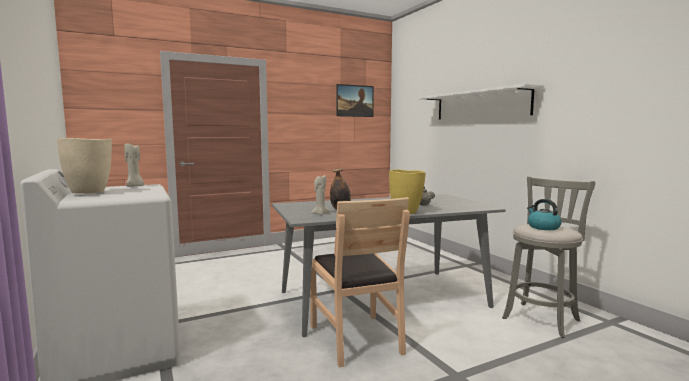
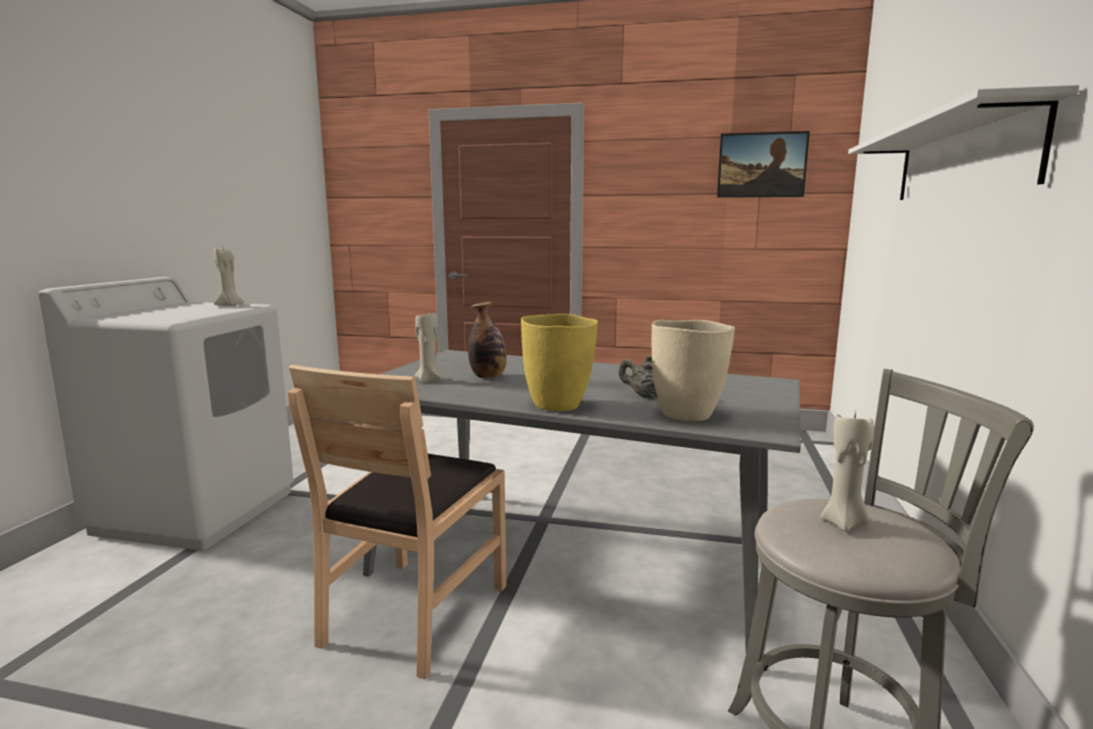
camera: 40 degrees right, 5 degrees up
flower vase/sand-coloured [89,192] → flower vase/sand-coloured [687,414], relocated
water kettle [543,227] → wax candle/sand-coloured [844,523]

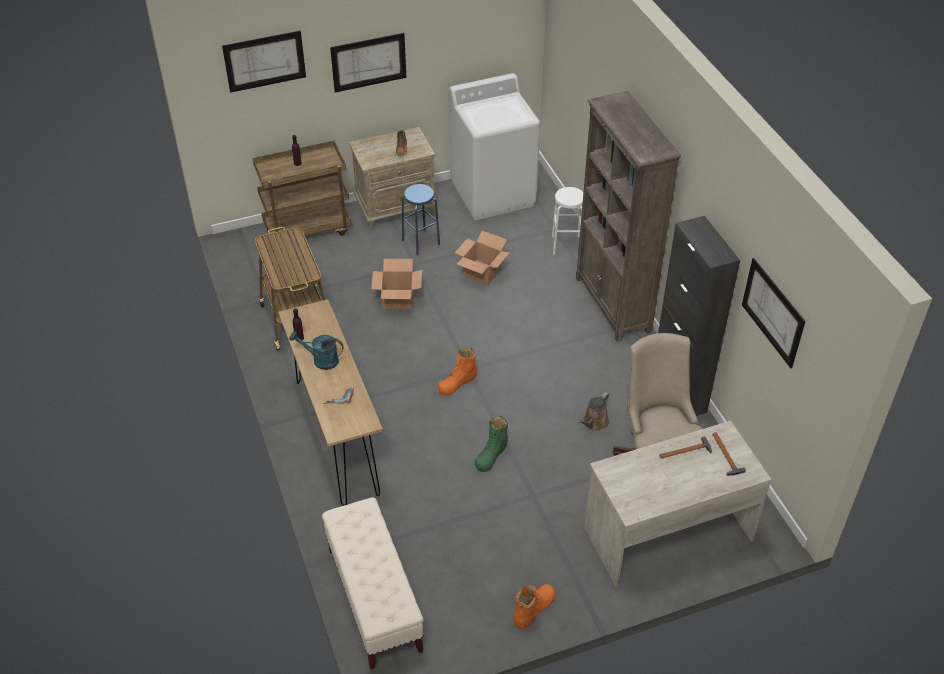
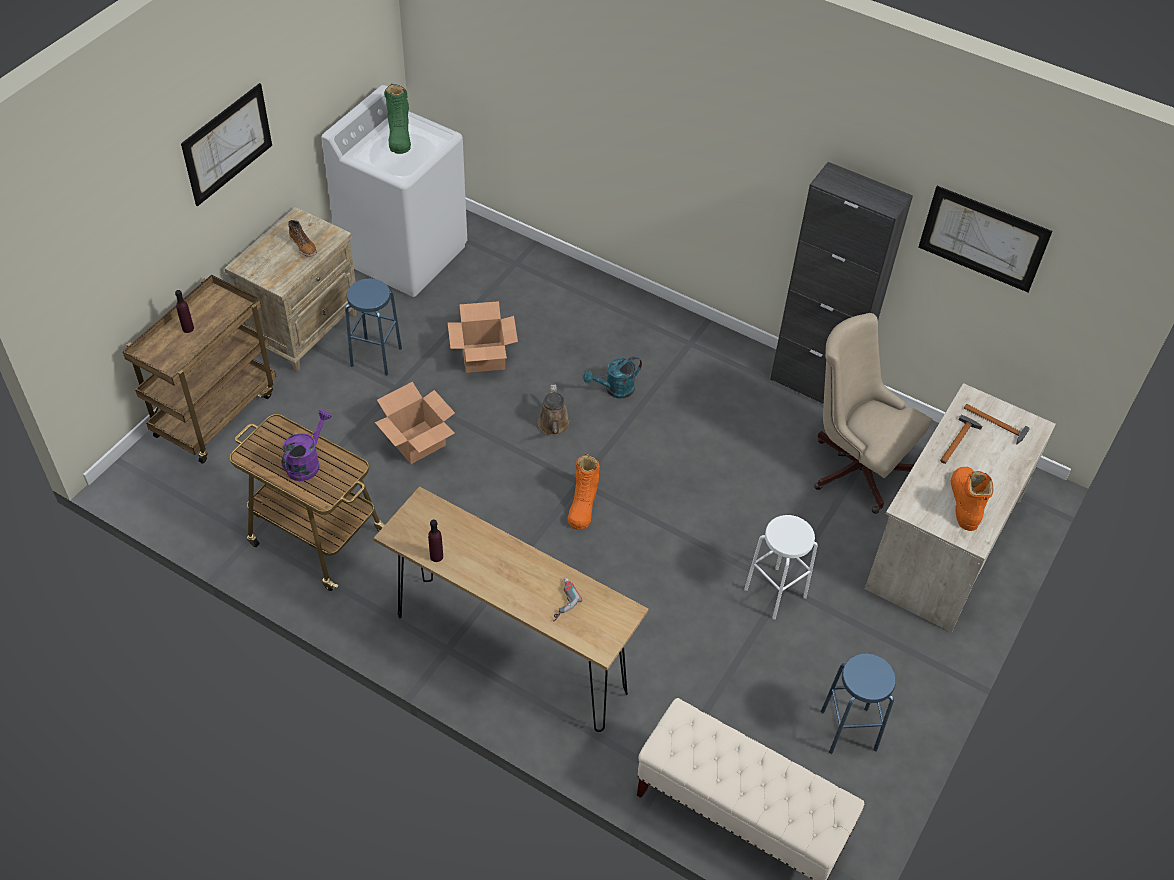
camera: 40 degrees left, 5 degrees up
wall art [264,61] → -
sprinkling can/blue-green [321,360] → sprinkling can/blue-green [614,390], relocated
boot/green-coloured [491,454] → boot/green-coloured [399,135], relocated
boot/orange [533,609] → boot/orange [965,502], relocated
stool seat/white-coloured [566,245] → stool seat/white-coloured [775,593], relocated
bookshelf/brownish [613,305] → -
sprinkling can/brownish [594,423] → sprinkling can/brownish [554,426], relocated
- → sprinkling can/purple [307,462]
- → stool seat/bluish [848,730]

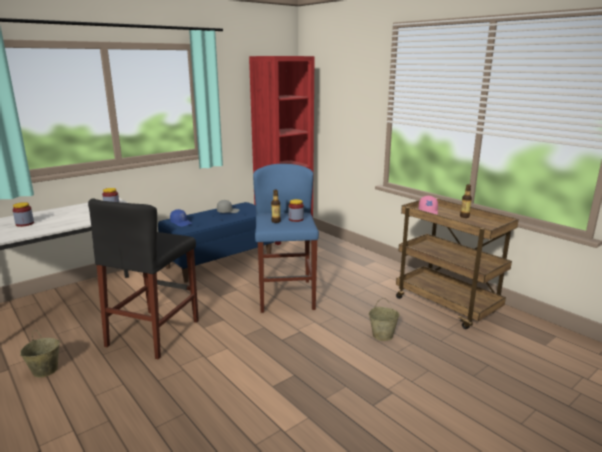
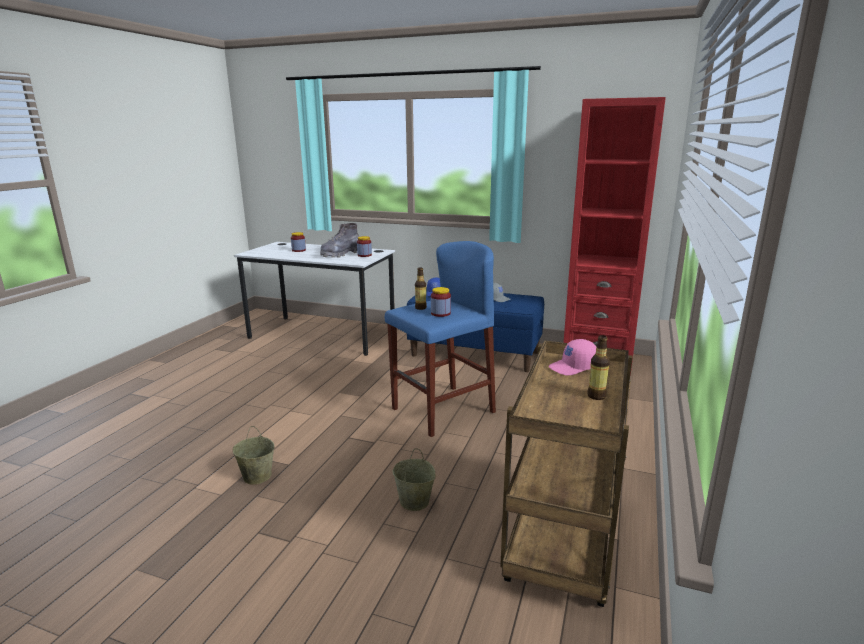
camera: 60 degrees right, 0 degrees up
pail/sand-coloured [44,370] → pail/sand-coloured [256,476], relocated
stool seat/black-coloured [154,333] → -
- → boot/gray [340,254]

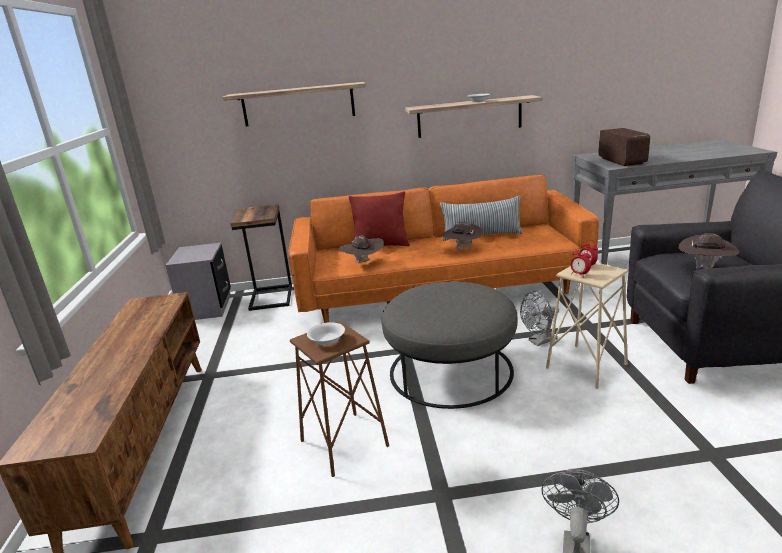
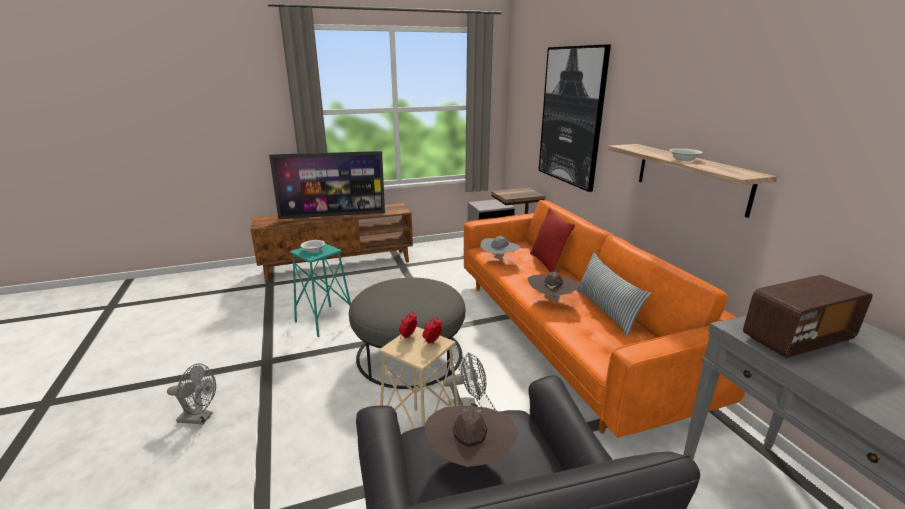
camera: 75 degrees right, 0 degrees up
wall shelf [298,104] → wall art [571,116]
stool seat/brownish [344,443] → stool seat/blue-green [324,321]
hat/brownish [363,263] → hat/gray [499,260]
fan/gray [539,341] → fan/gray [467,405], 120 degrees clockwise
- → TV [333,215]

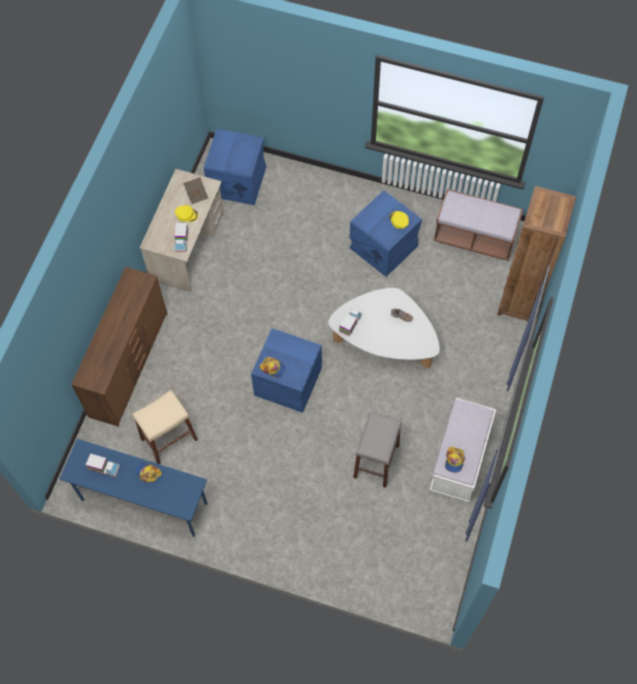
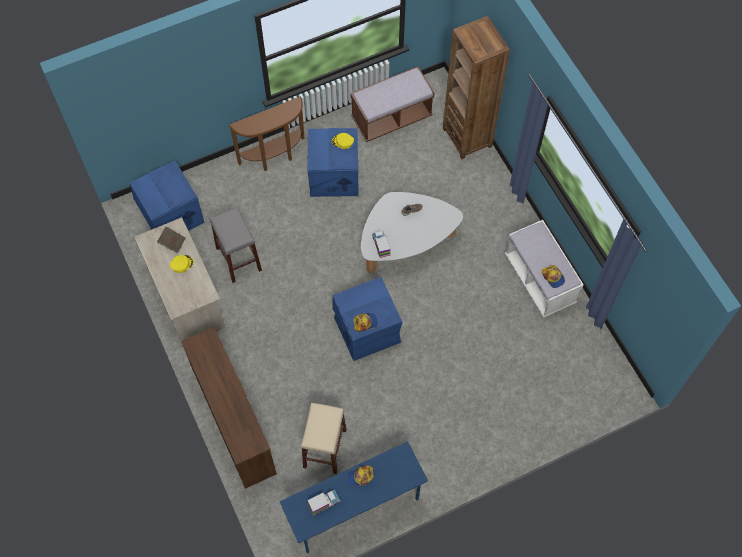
camera: 45 degrees left, 0 degrees up
model truck [181,240] → -
stool seat/gray [376,461] → stool seat/gray [238,259], relocated
- → console table/brownish [274,157]

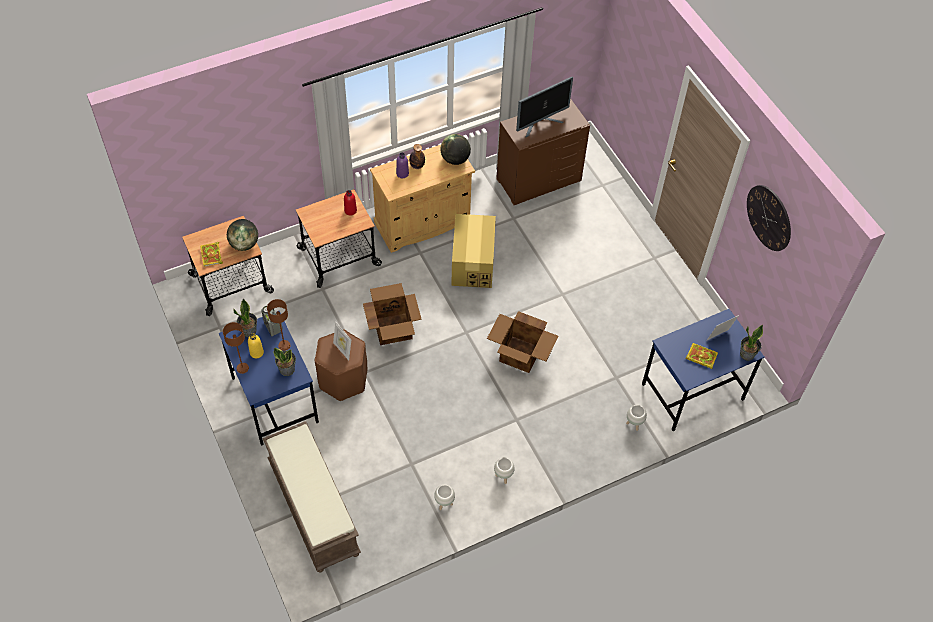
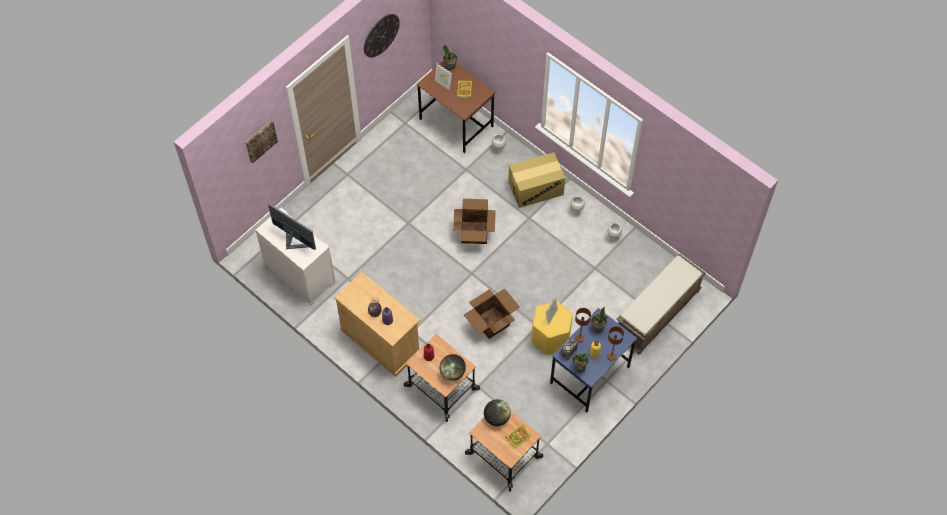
camera: 110 degrees left, 5 degrees up
stool seat/brownish [343,379] → stool seat/yellow-coloured [550,337]
desk globe [455,159] → desk globe [452,372], relocated
packing box [473,262] → packing box [535,188], relocated
dresser/brownish [538,179] → dresser/white-coloured [299,274]
desk table/bluish [692,392] → desk table/brownish [456,123]
- → wall art [260,141]

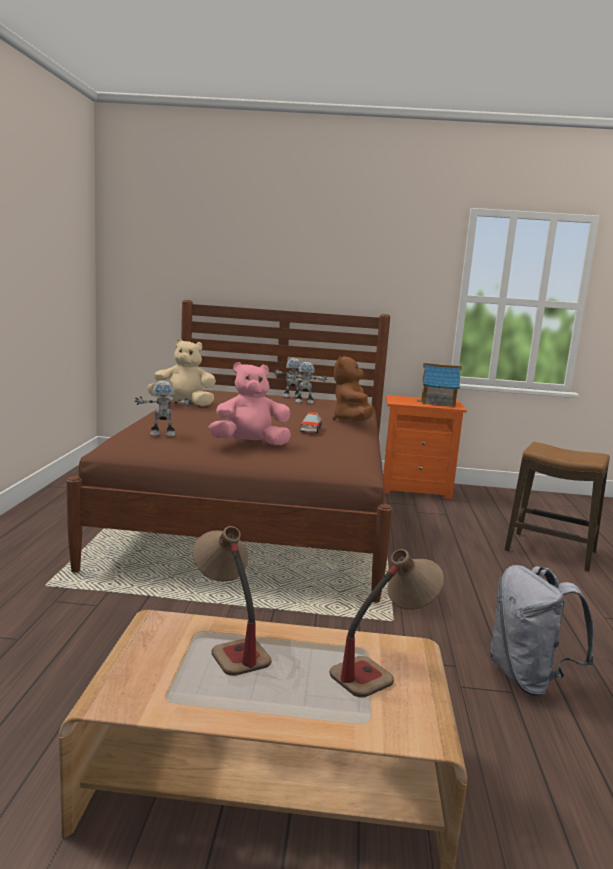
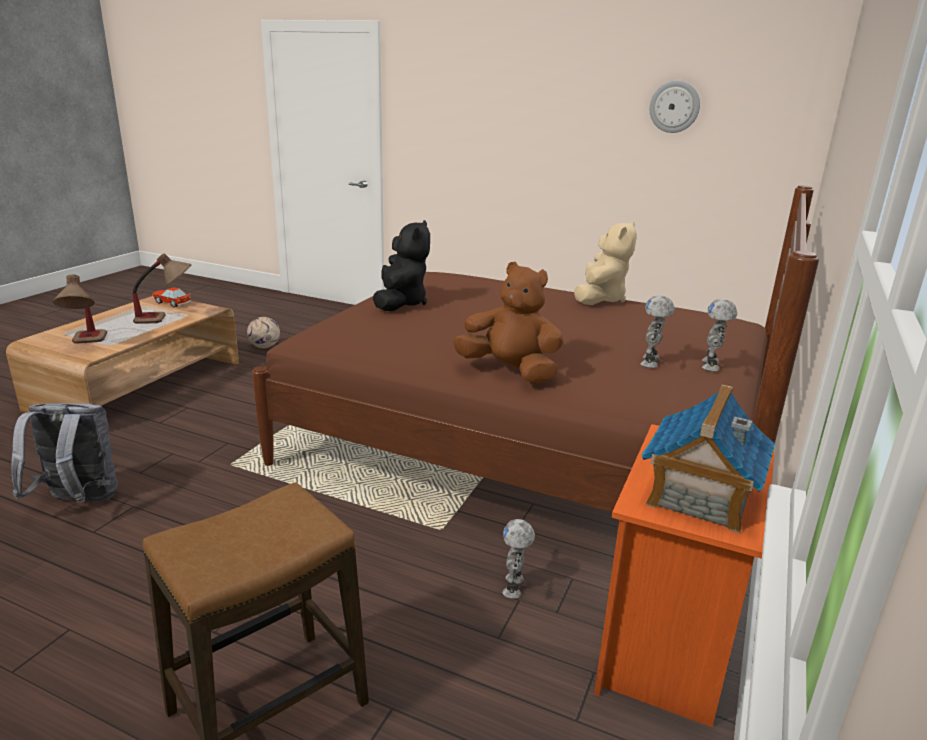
camera: 110 degrees right, 10 degrees up
toy robot [163,434] → toy robot [514,587], relocated
soft toy/pinkish [250,444] → soft toy/black-coloured [400,303]
toy car [310,430] → toy car [172,303], relocated
- → football ball [265,347]
- → wall clock [674,107]

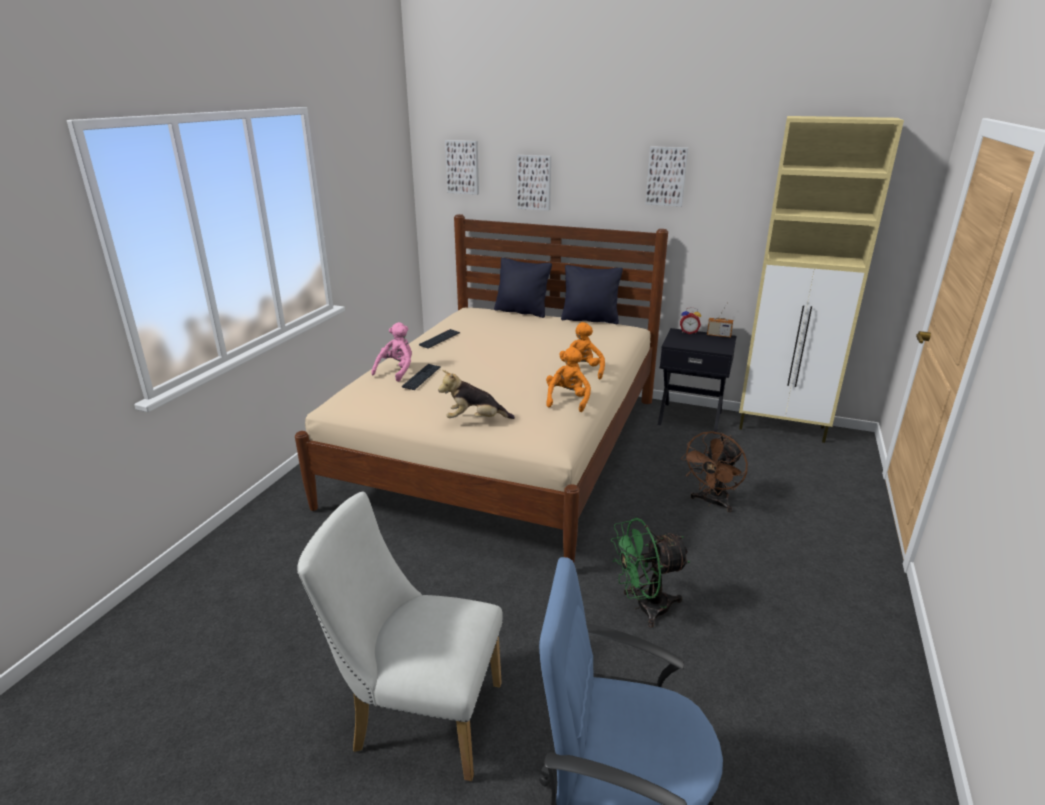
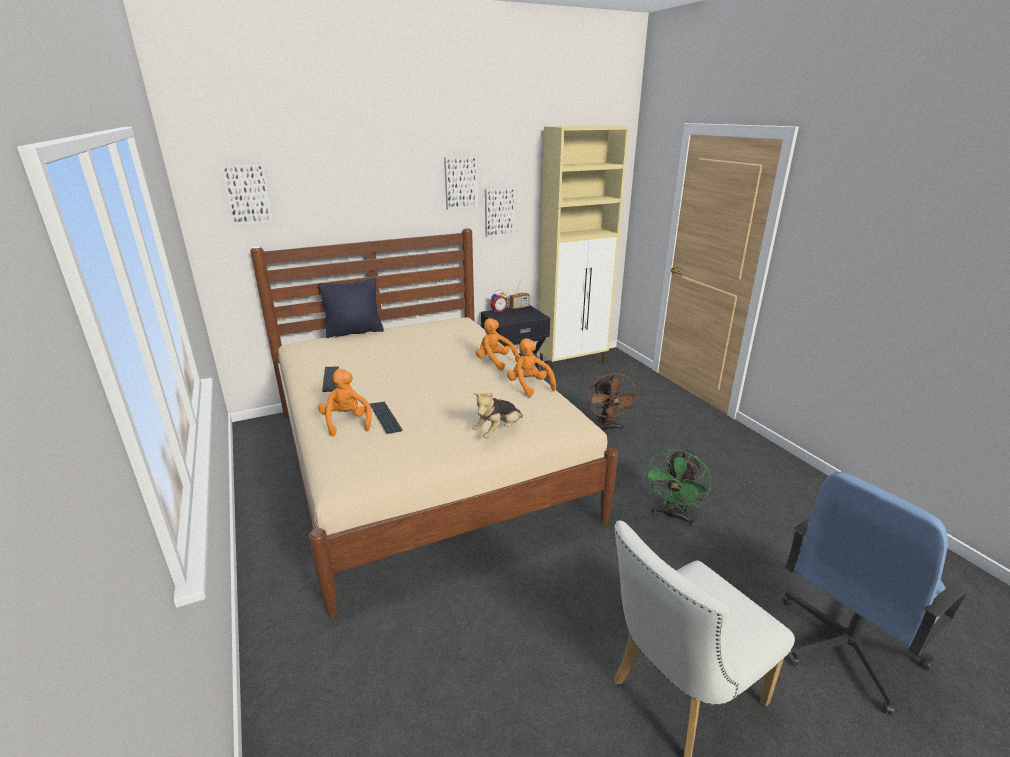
camera: 45 degrees left, 0 degrees up
soft toy/pinkish [397,371] → soft toy/orange [346,422]
wall art [534,182] → wall art [498,212], relocated
throw pillow/black-coloured [590,320] → -

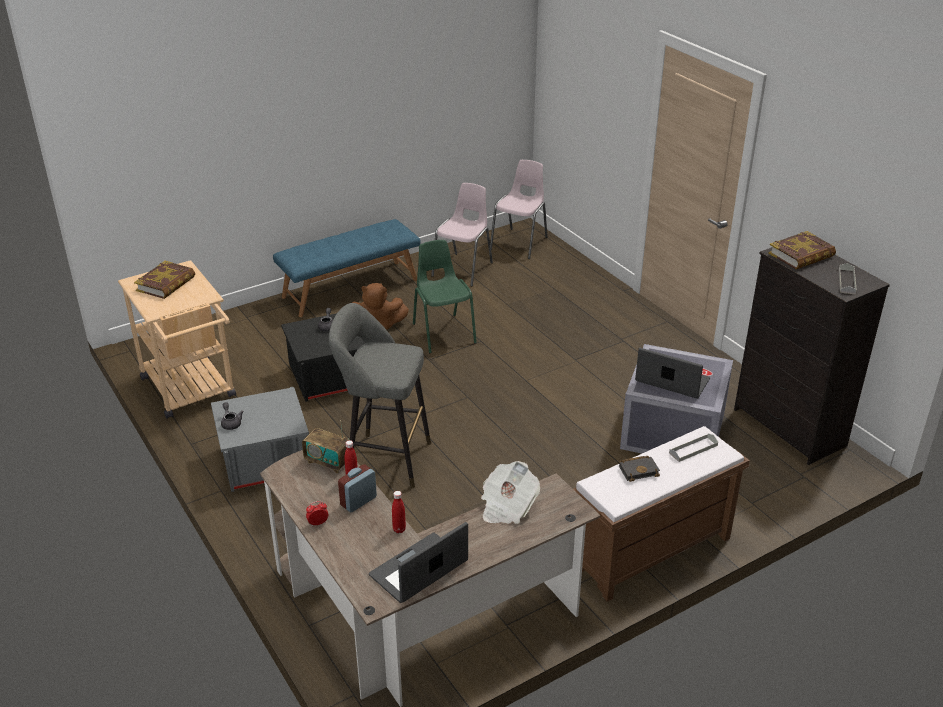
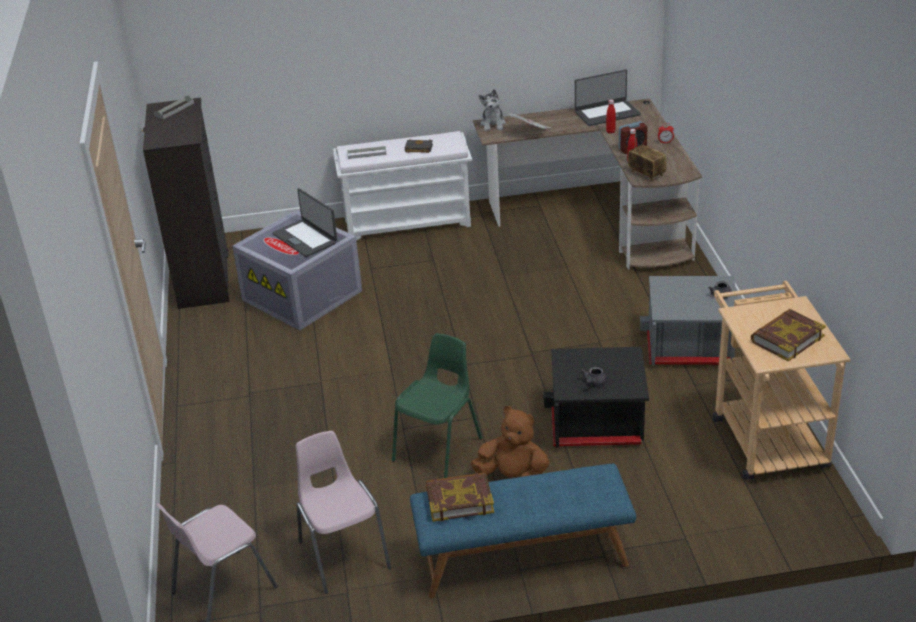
camera: 155 degrees left, 0 degrees up
stool seat/gray [384,459] → -
upright chair/green-coloured [443,333] → upright chair/green-coloured [439,449], 150 degrees counterclockwise
upright chair/pinkish [463,269] → upright chair/pinkish [343,554], 105 degrees clockwise
bench/brownish [650,552] → bench/white-coloured [408,222]
bound book [801,255] → bound book [459,500], relocated
- → soft toy [493,124]

